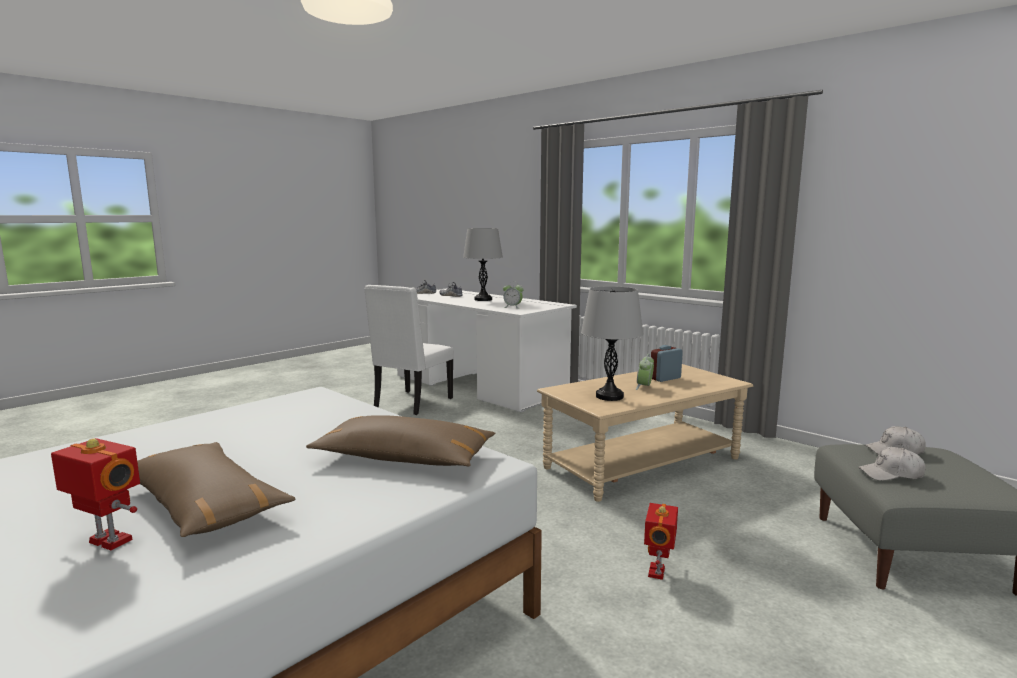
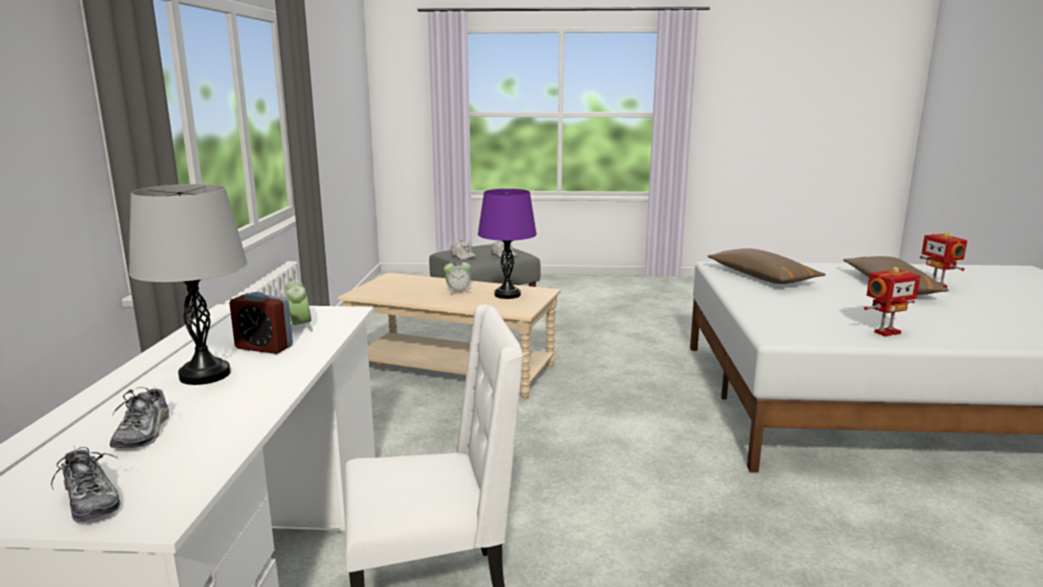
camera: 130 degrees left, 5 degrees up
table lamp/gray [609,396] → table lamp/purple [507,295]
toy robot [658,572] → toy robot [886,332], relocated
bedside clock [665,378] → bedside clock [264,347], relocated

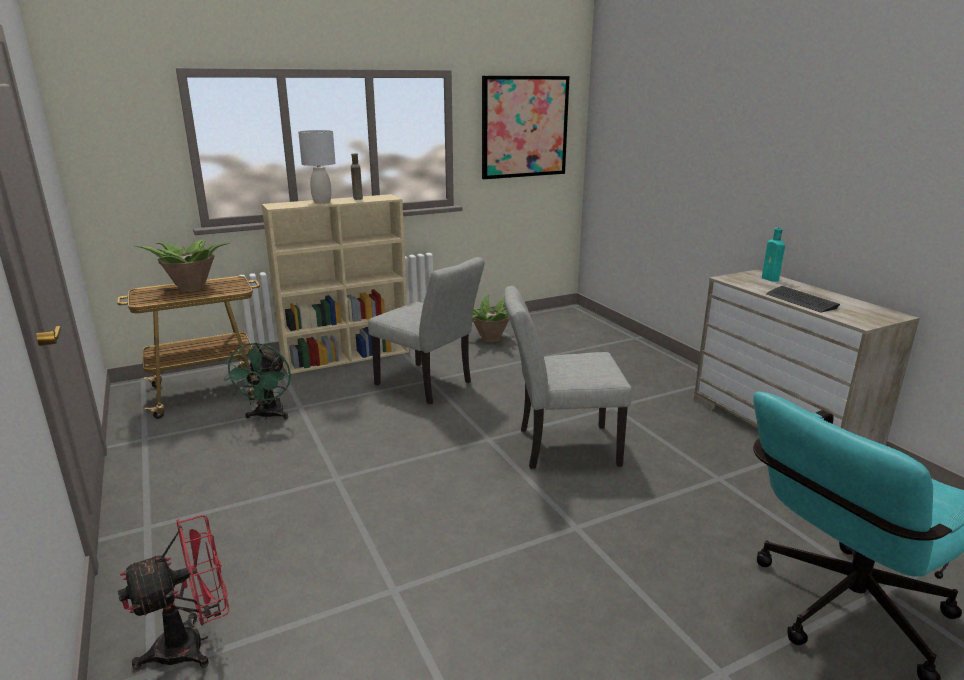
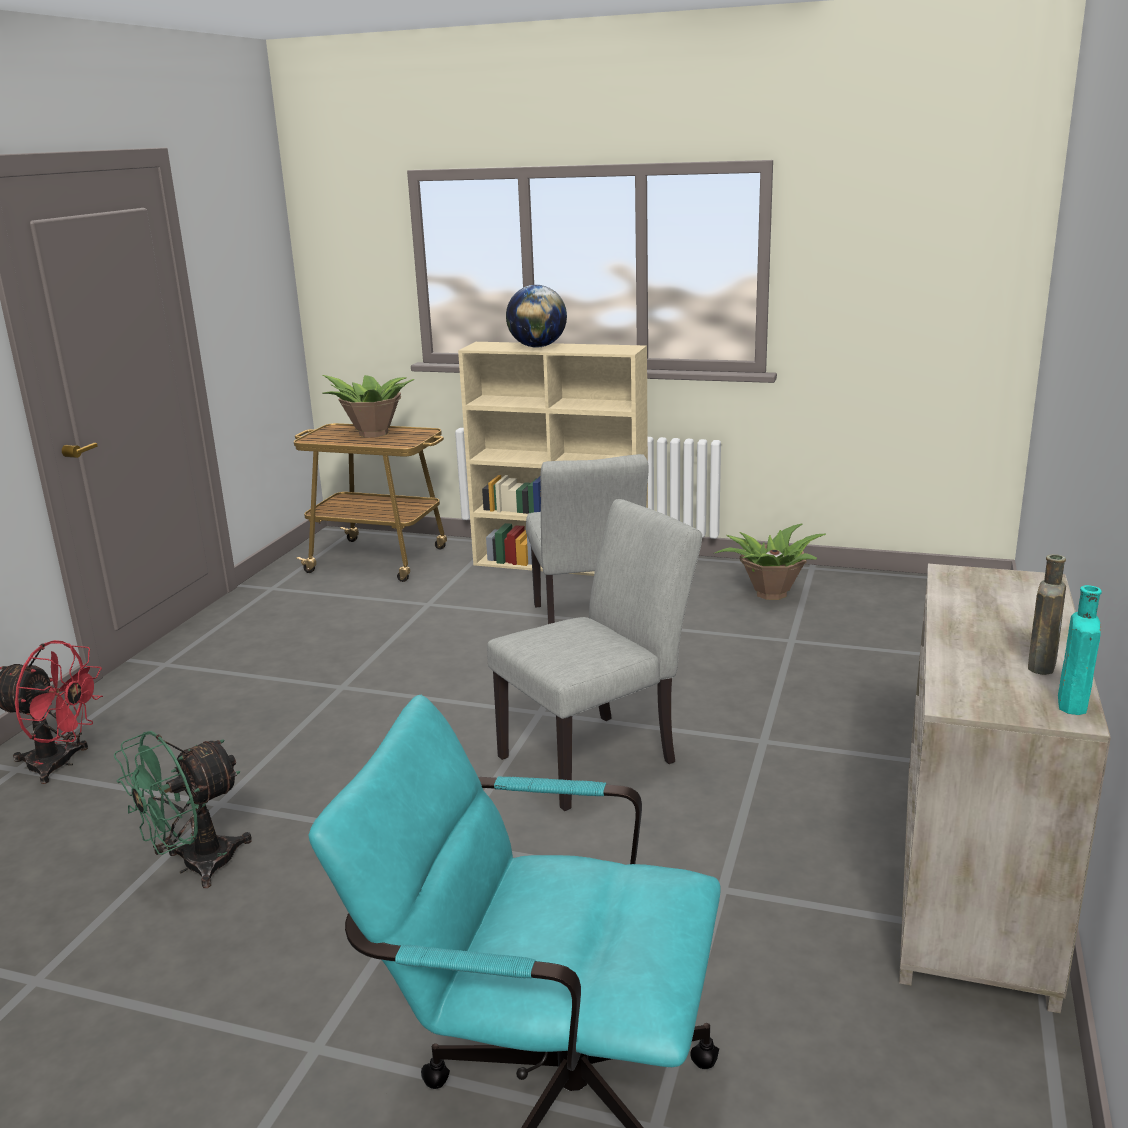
camera: 45 degrees right, 0 degrees up
fan/green-coloured [268,416] → fan/green-coloured [195,866], relocated
table lamp/gray [322,202] → desk globe [537,347]
drink bottle/brownish [357,198] → drink bottle/brownish [1041,664], relocated
wall art [524,127] → -
upright chair/gray [559,447] → upright chair/gray [598,755], 105 degrees clockwise
drink bottle/blue-green [771,279] → drink bottle/blue-green [1072,705], relocated
PC keyboard [801,301] → -

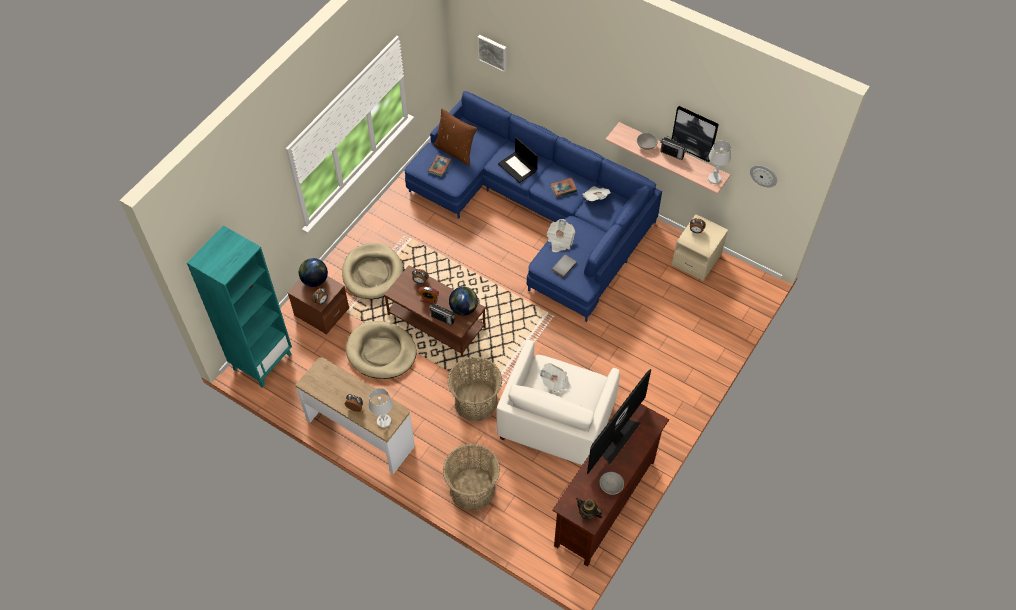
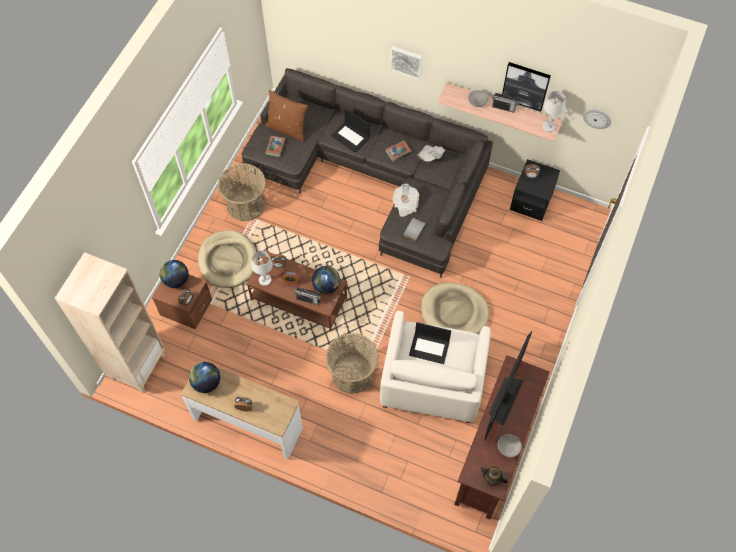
camera: 10 degrees left, 5 degrees up
bookshelf/blue-green [262,361] → bookshelf/sand-coloured [137,366]
dog bed/sand-coloured [381,352] → dog bed/sand-coloured [454,312], relocated
table lamp/white-coloured [384,421] → table lamp/white-coloured [265,280], relocated
sofa/bluish [537,212] → sofa/gray [373,176]
household basket [472,489] → household basket [246,205], relocated
wall art [493,52] → wall art [406,61], relocated
printed paper [555,382] → laptop [429,348]
night table/sand-coloured [696,259] → night table/black-coloured [531,201]
- → desk globe [206,382]

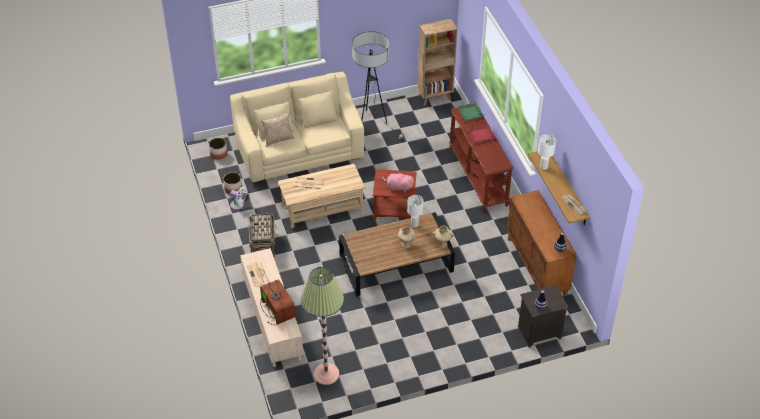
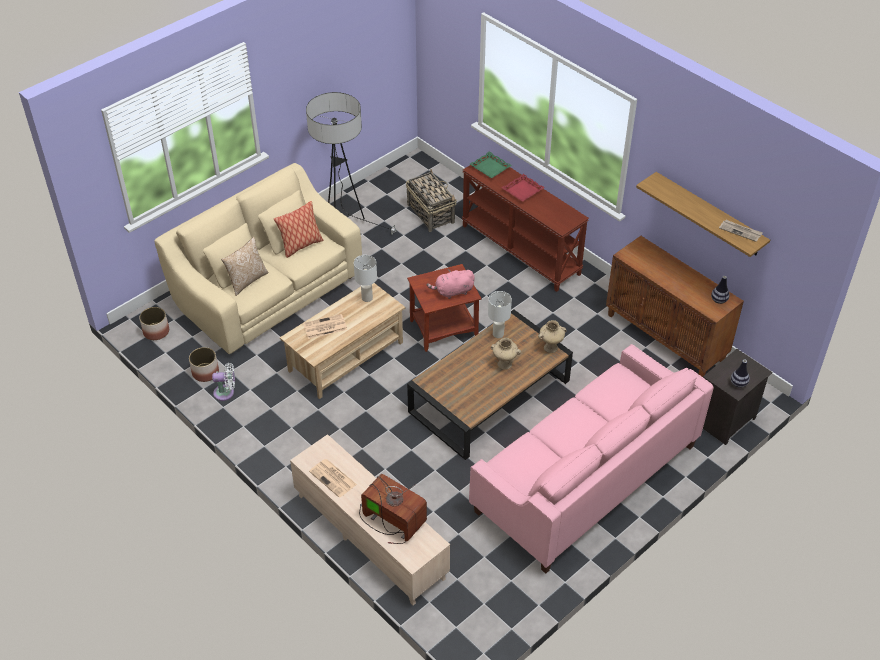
camera: 25 degrees left, 0 degrees up
household basket [263,243] → household basket [430,213], relocated
floor lamp [326,374] → -
bookshelf/brownish [435,97] → -
table lamp/white-coloured [544,166] → table lamp/white-coloured [367,298], relocated
- → throw pillow [301,246]
- → sofa/pinkish [585,479]

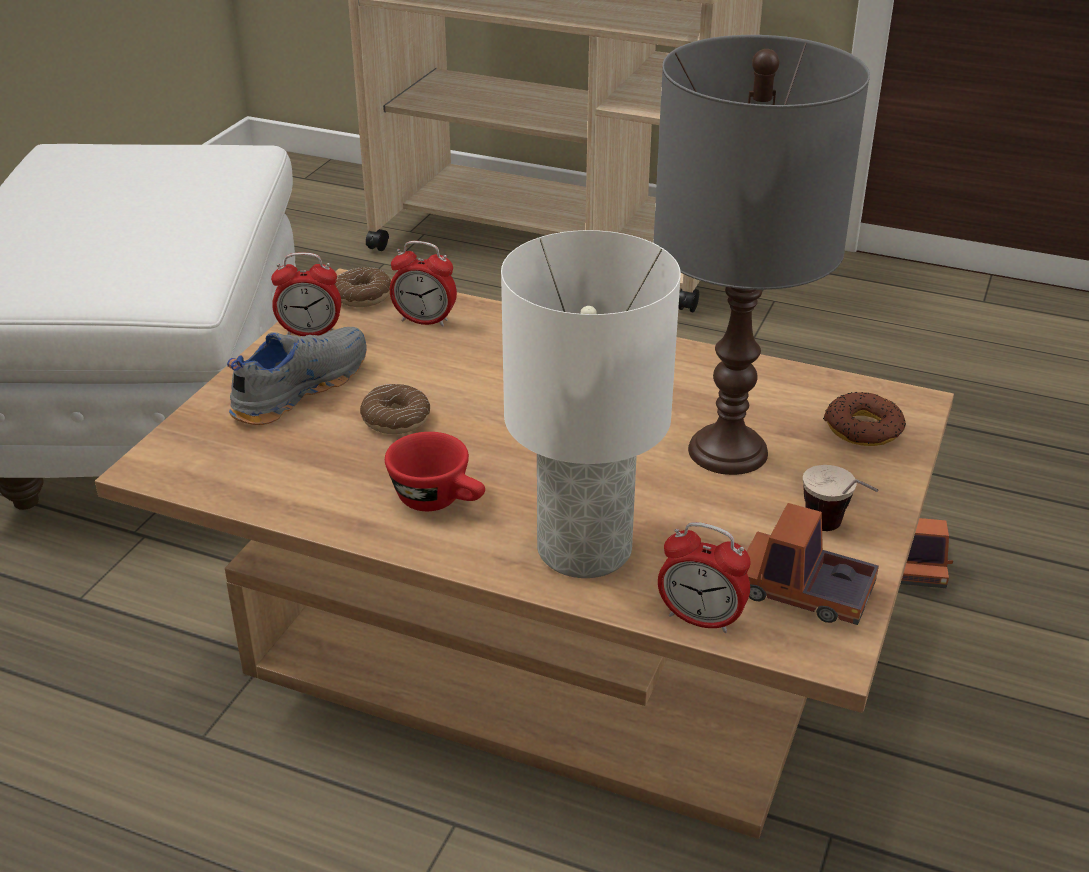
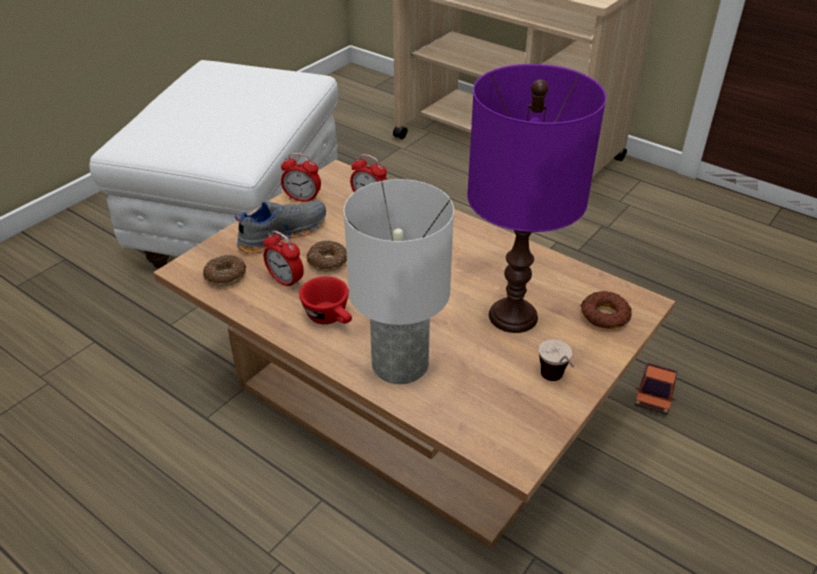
camera: 15 degrees right, 5 degrees up
ring doughnut [362,296] → ring doughnut [225,276], relocated
table lamp/gray [727,450] → table lamp/purple [513,315]
bedside clock [700,619] → bedside clock [285,281], relocated
model truck [803,592] → -

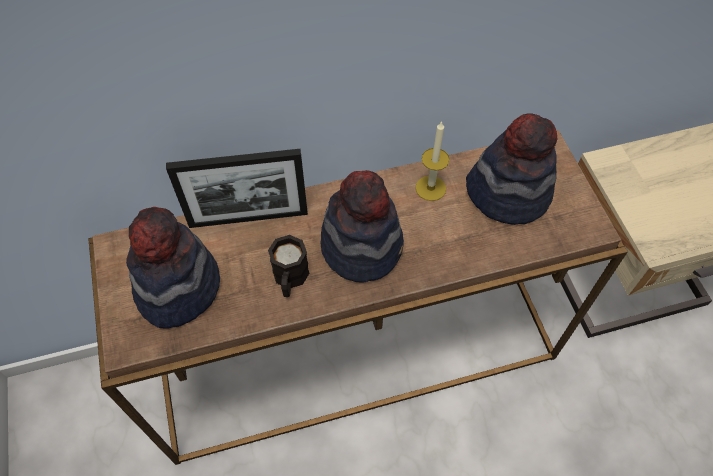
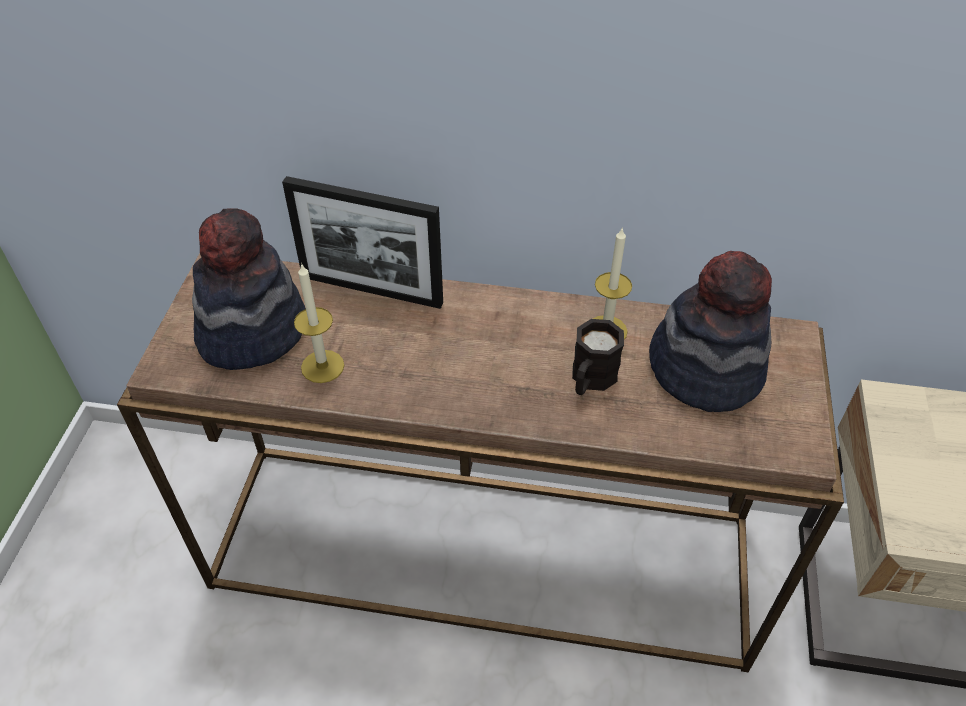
camera: 25 degrees right, 10 degrees down
tea mug/black-coloured [290,279] → tea mug/black-coloured [590,380], relocated
hat [362,246] → -
- → wax candle [322,366]

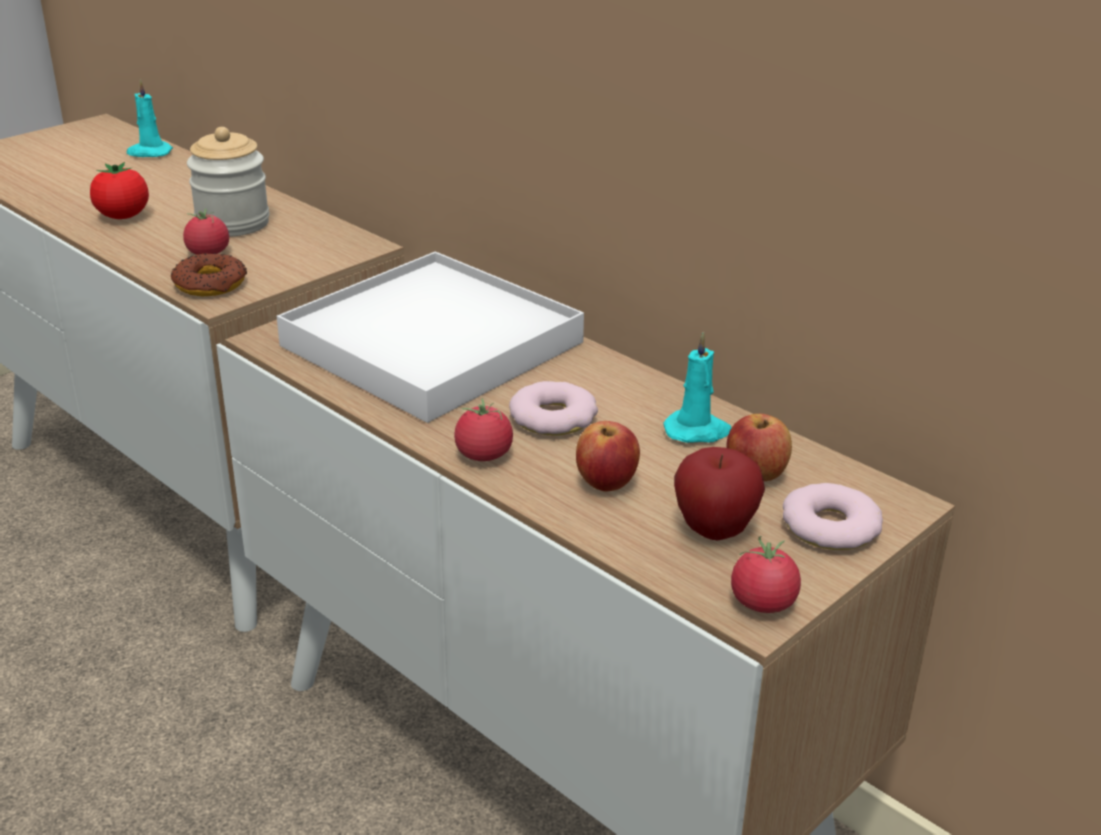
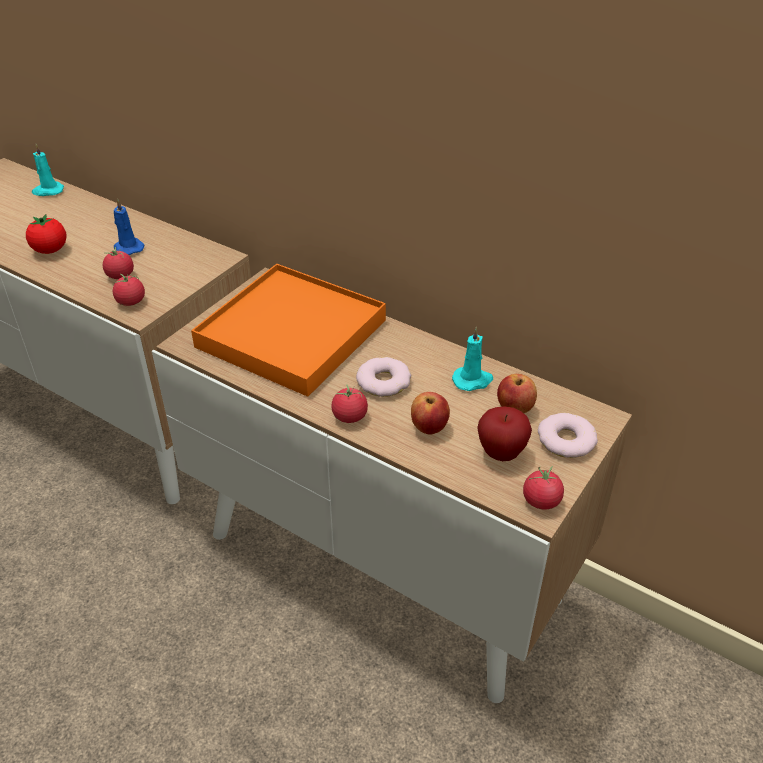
camera: 10 degrees left, 10 degrees up
ring doughnut [210,284] → tomato [131,301]
preserve jar [233,223] → wax candle/bluish [128,248]
tray/white-coloured [433,344] → tray/orange [292,333]

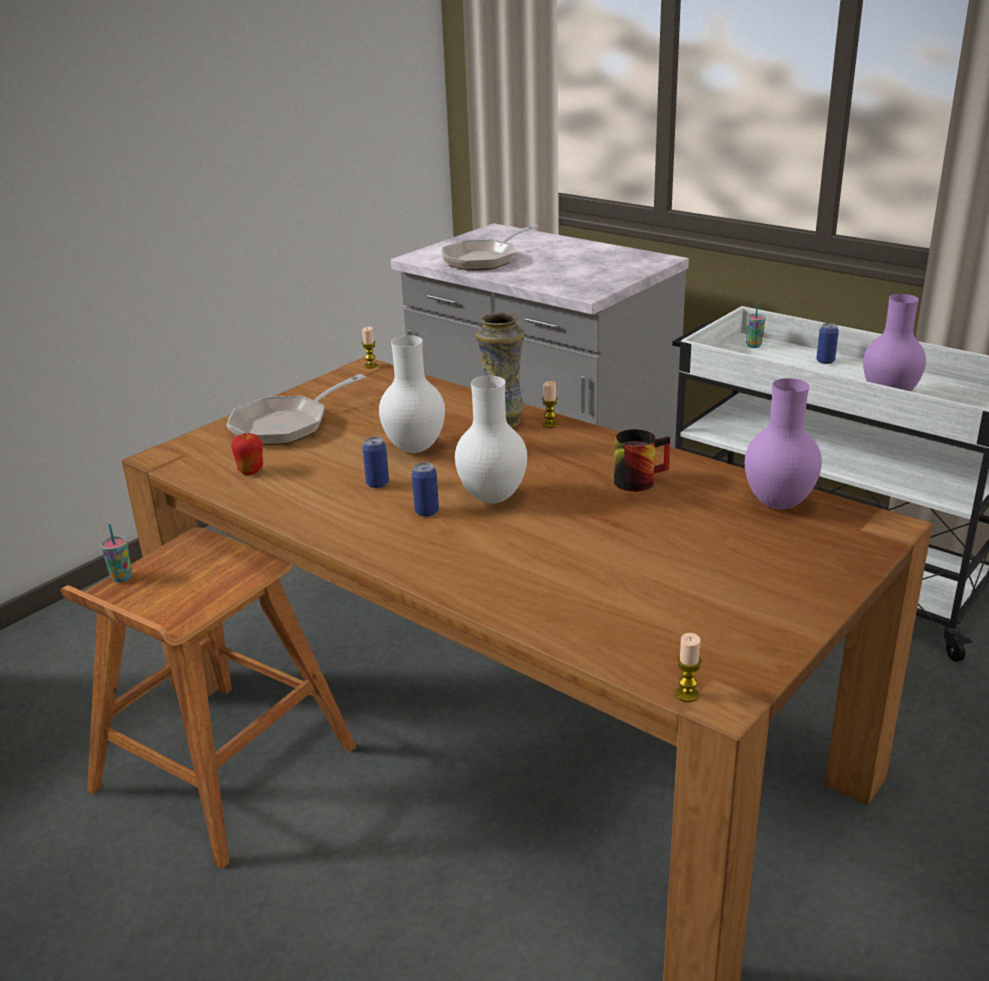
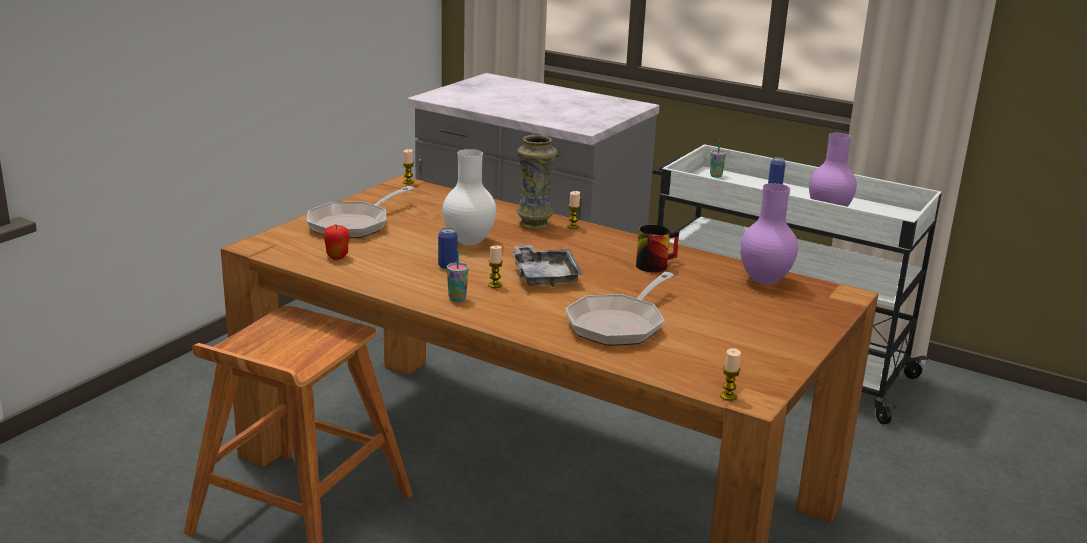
camera: 10 degrees left, 5 degrees down
cup [121,577] → cup [457,298], relocated
can [426,512] → wax candle [495,285]
pan [484,259] → pan [619,324], relocated
flower vase/white-coloured [493,497] → tray/gray [544,276]

